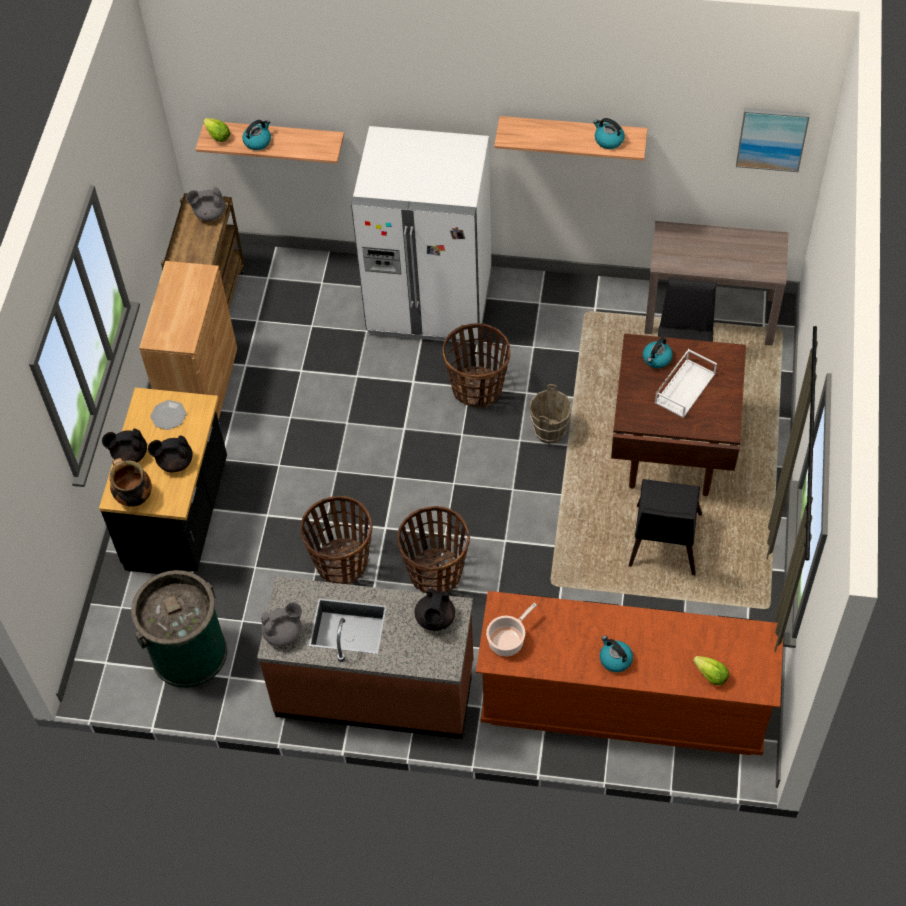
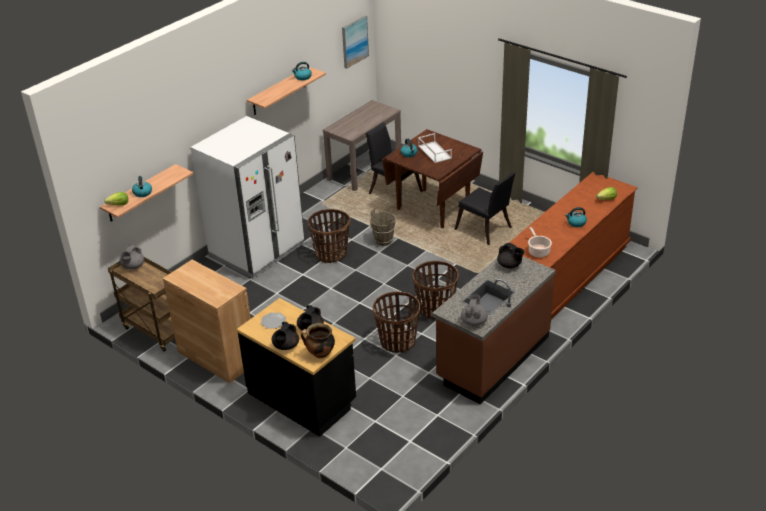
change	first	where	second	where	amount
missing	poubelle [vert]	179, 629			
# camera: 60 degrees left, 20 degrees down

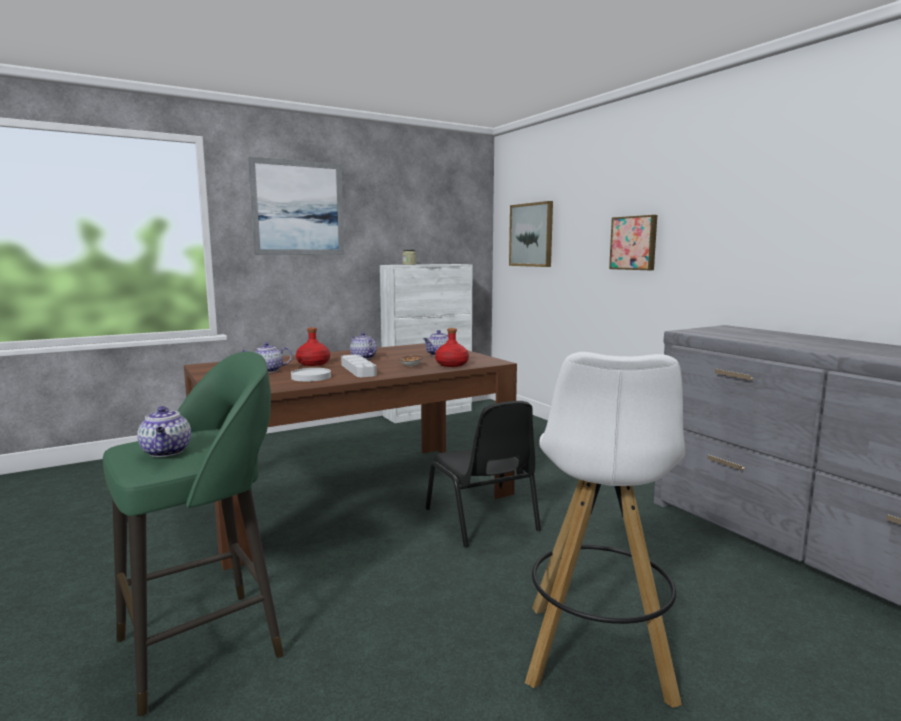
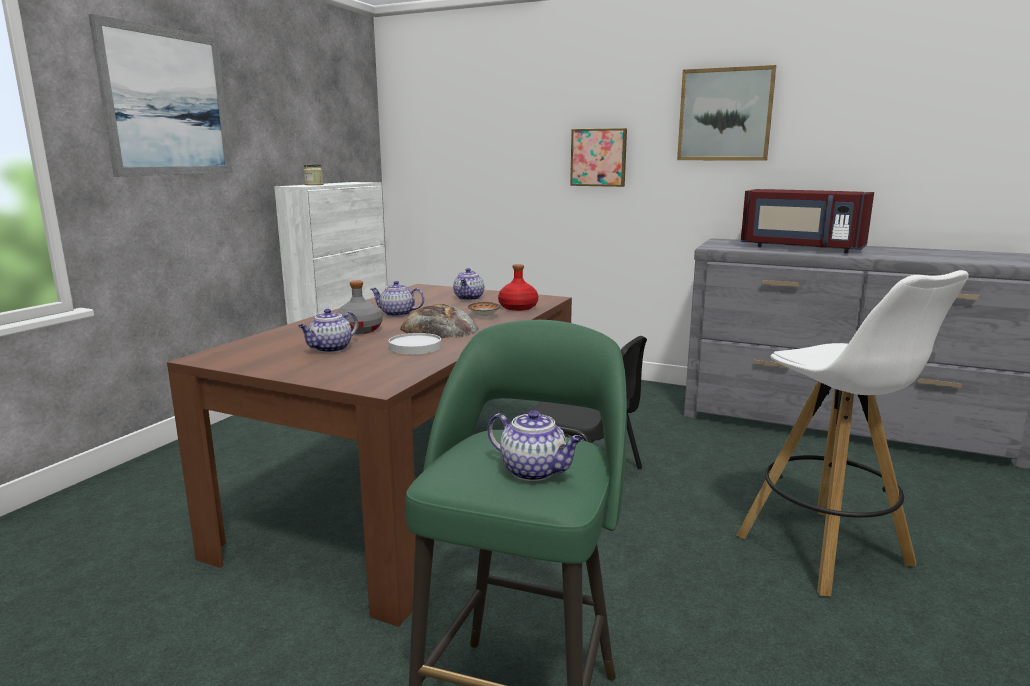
change	first	where	second	where	amount
appeared			micro-ondes [rouge]	807, 221	
relocated	tableau	531, 234		726, 113	
exchanged	plateau [gris]	359, 366	pain	439, 321	
colour	bouteille [rouge]	313, 346	bouteille [gris]	359, 307	
# camera: 35 degrees left, 5 degrees up

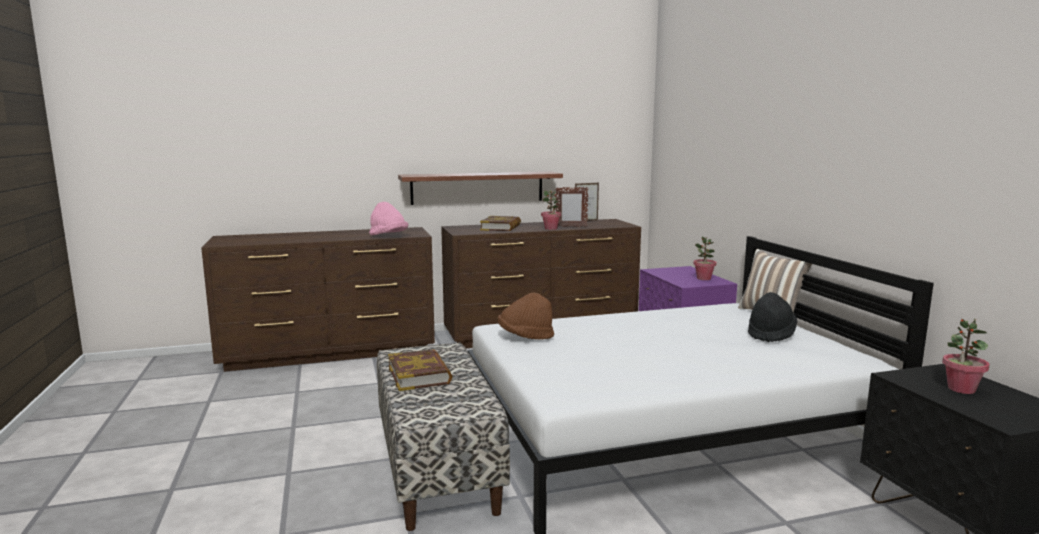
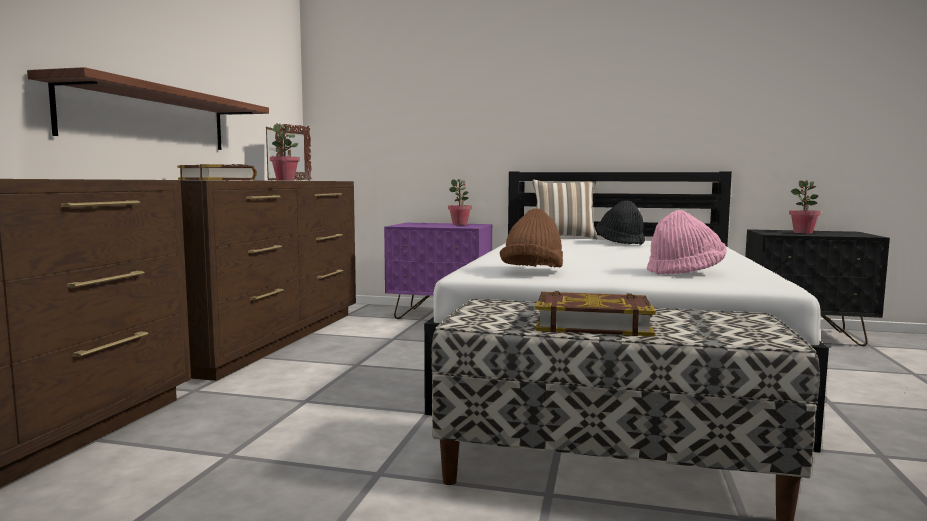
change	first	where	second	where	amount
relocated	chapeau [rose]	388, 218		686, 242	
# camera: 60 degrees left, 5 degrees down

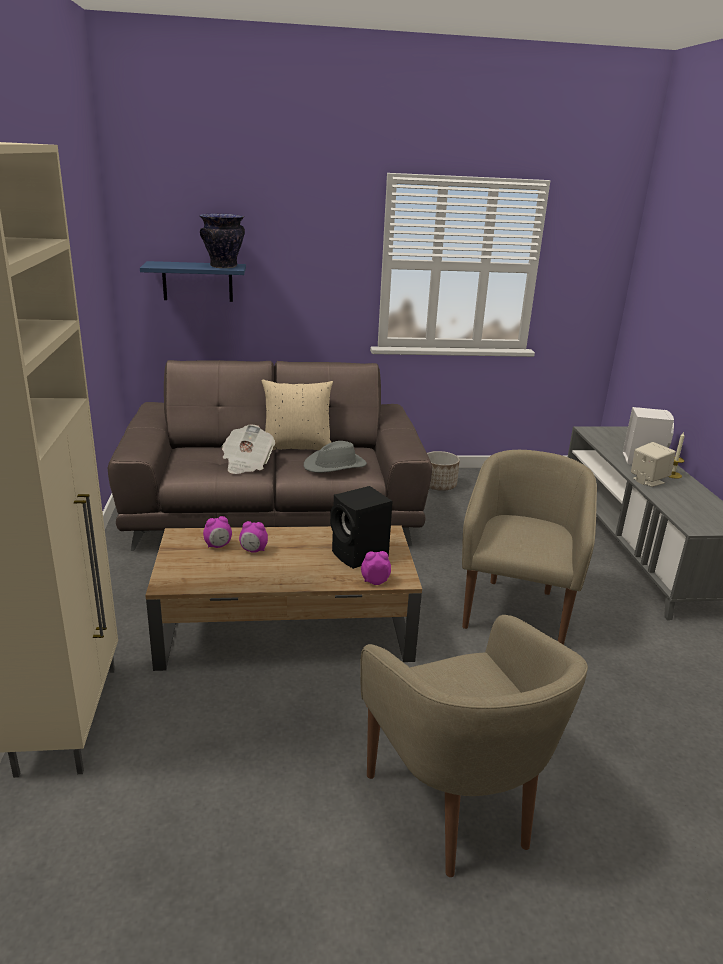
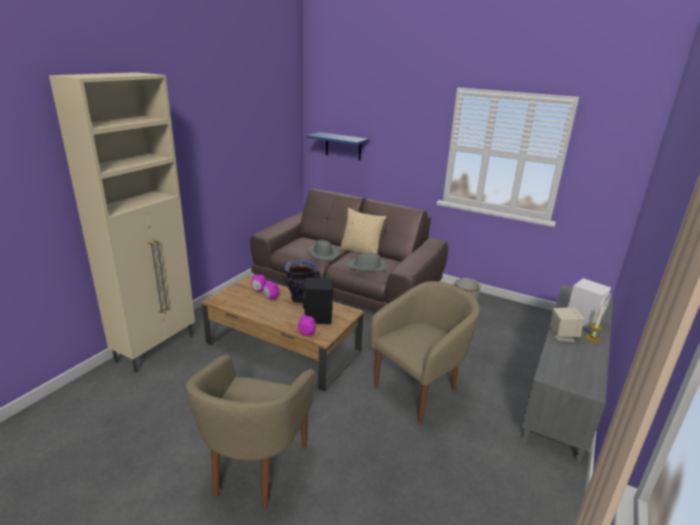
change	first	where	second	where	amount
relocated	vase	222, 241		301, 281	
exchanged	journal	248, 449	chapeau [gris]	323, 250	
# camera: 35 degrees right, 0 degrees up

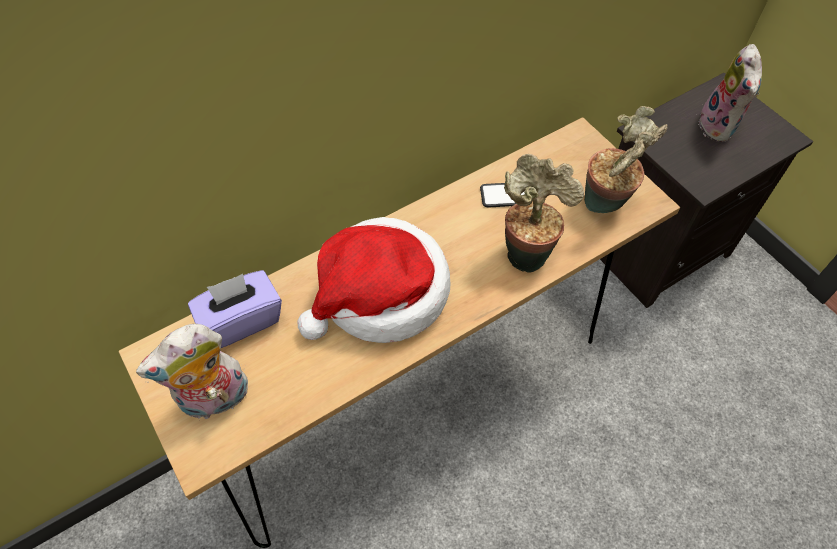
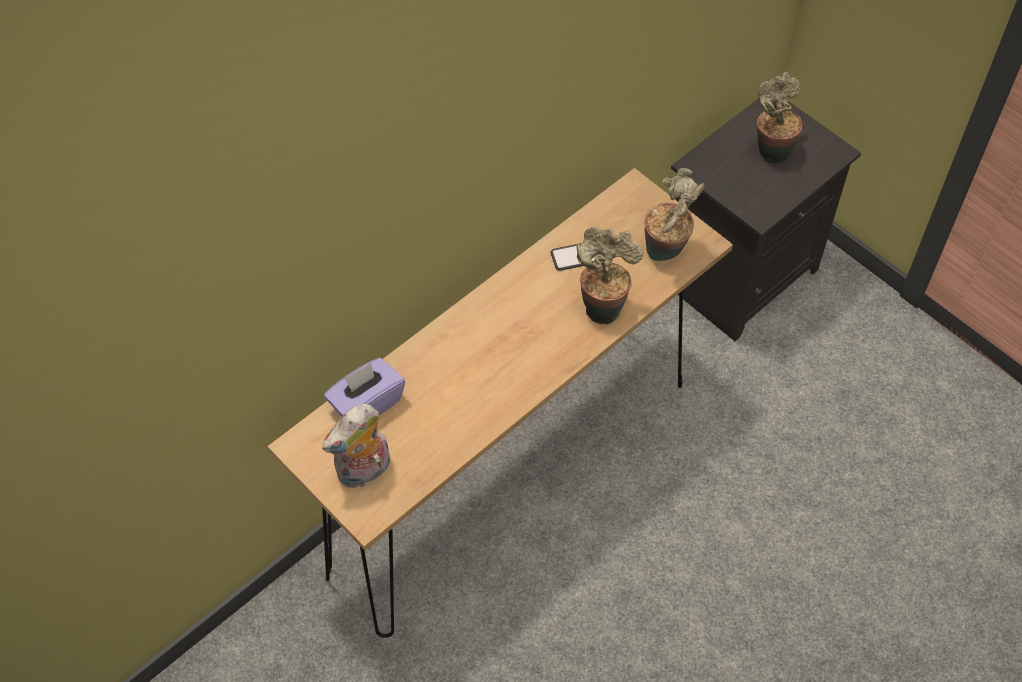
change	first	where	second	where	amount
missing	chapeau	373, 280			
exchanged	peluche	730, 93	plante en pot	779, 118	
# camera: 10 degrees left, 0 degrees up

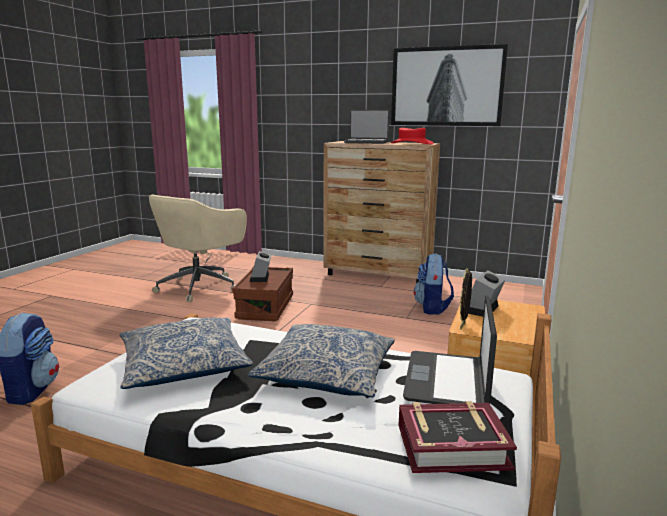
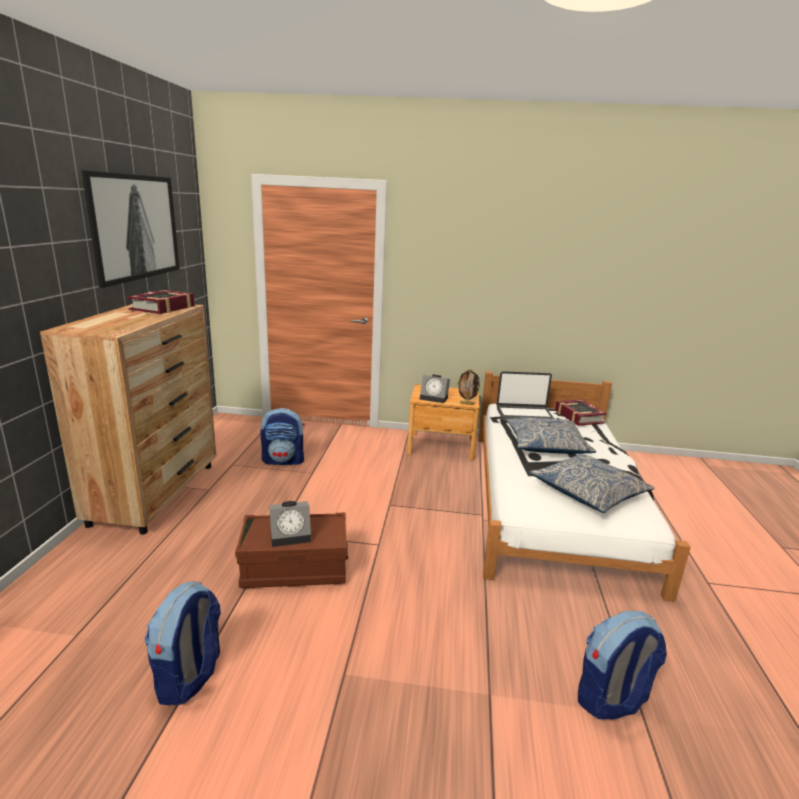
change	first	where	second	where	amount
missing	ordinateur portable	366, 127			
exchanged	chaise de bureau [beige]	198, 248	sac à dos	183, 643	
exchanged	chapeau [rouge]	412, 136	livre	161, 302	
# camera: 105 degrees left, 5 degrees up

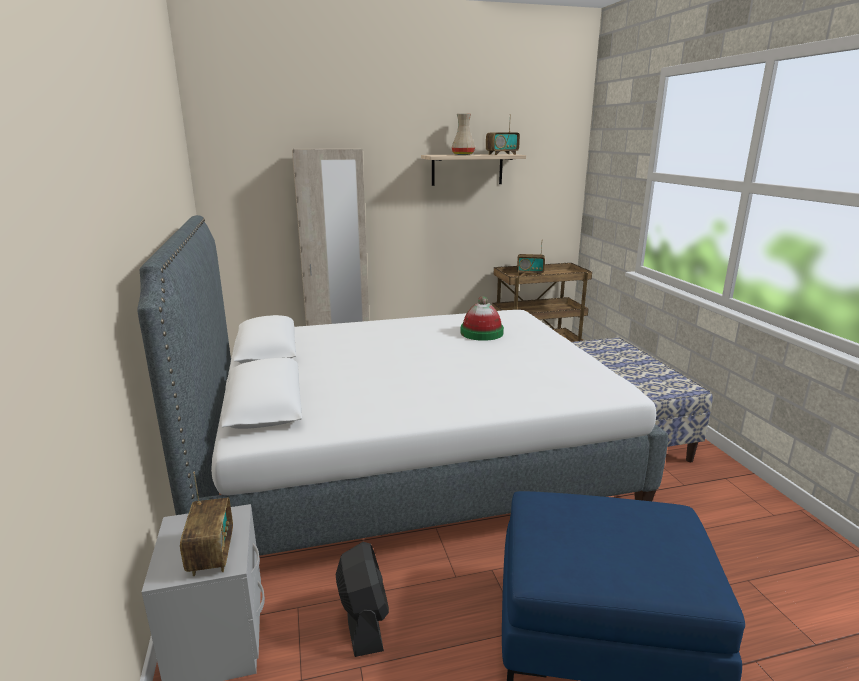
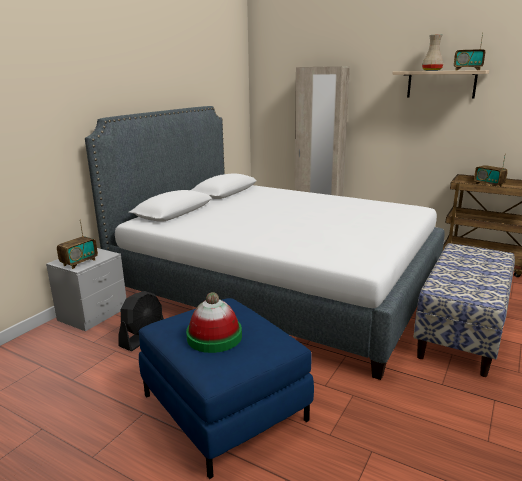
change	first	where	second	where	amount
relocated	chapeau	482, 318		214, 322	
# camera: 45 degrees right, 0 degrees up

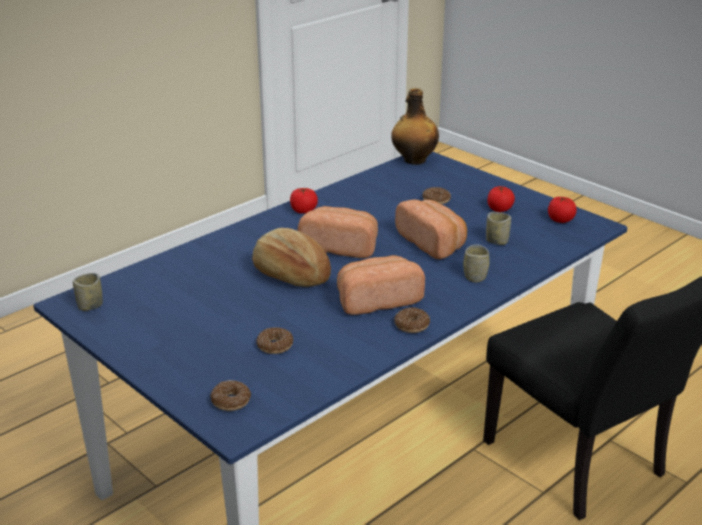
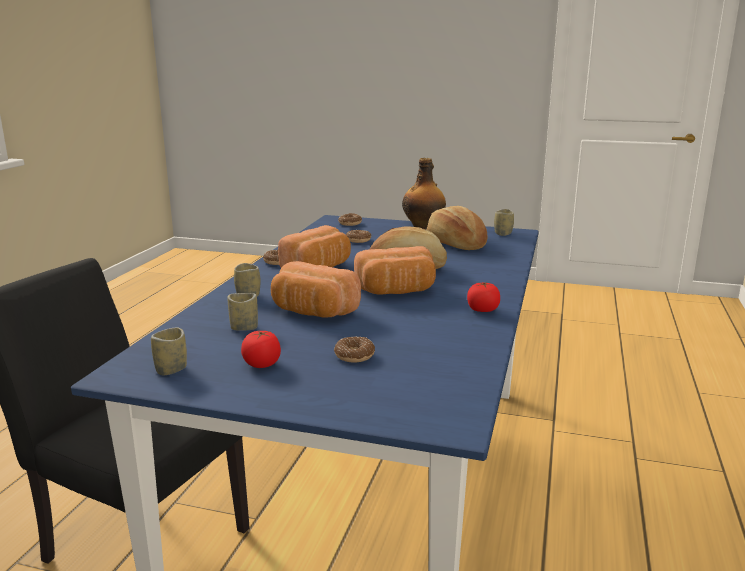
change	first	where	second	where	amount
appeared			pain	457, 228	
relocated	bouteille	415, 126		424, 194	
exchanged	tomate	562, 209	tasse	169, 351	
# camera: 150 degrees right, 10 degrees down

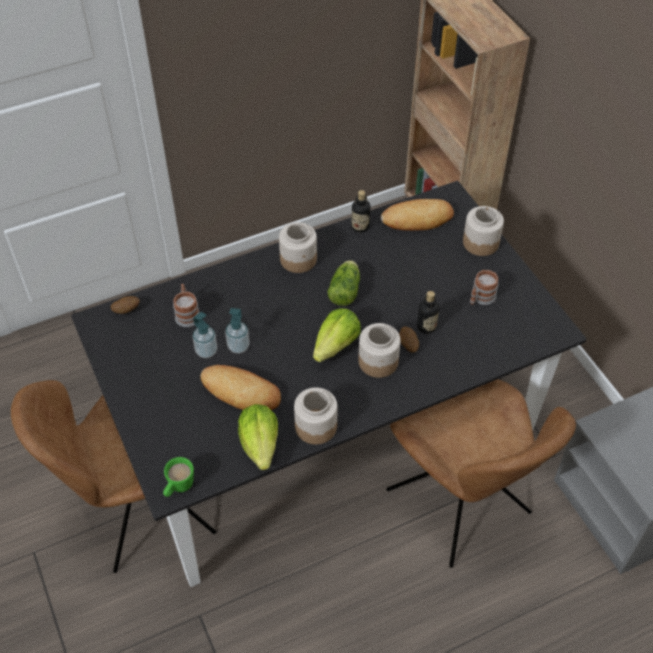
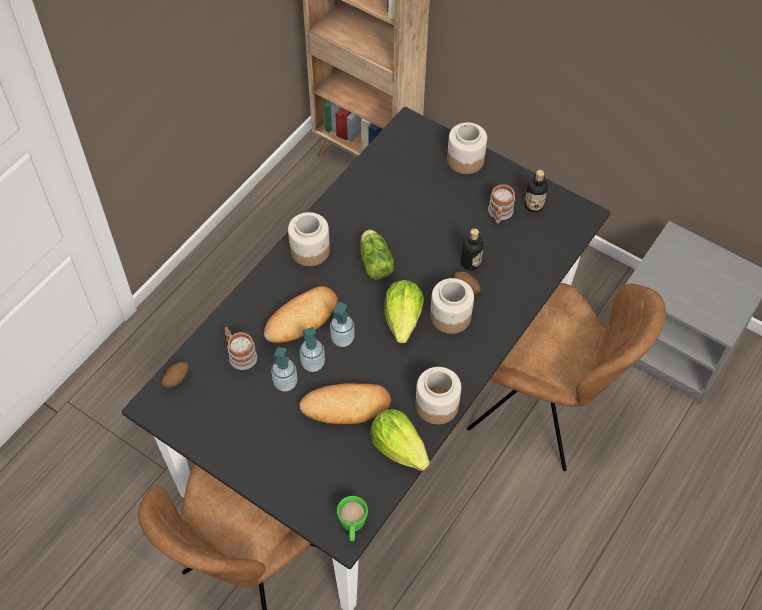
change	first	where	second	where	amount
appeared			distributeur de savon	342, 324	
relocated	bouteille	360, 211		536, 191	
relocated	pain	417, 215		301, 314	
# camera: 30 degrees left, 5 degrees up

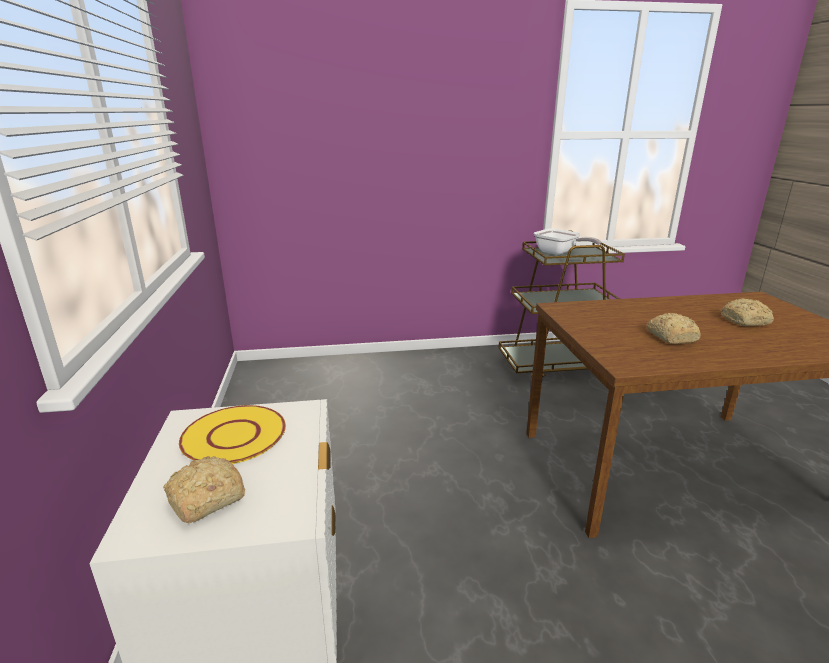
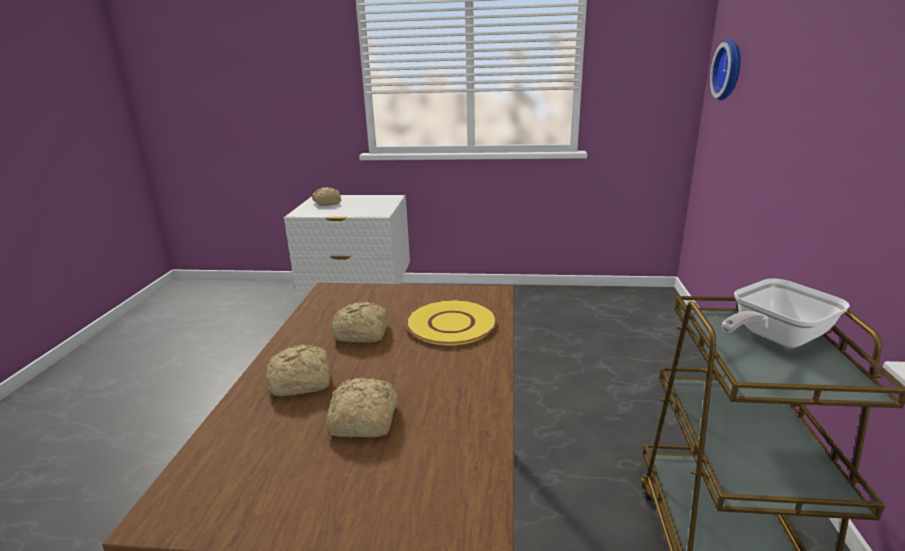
change	first	where	second	where	amount
appeared			pain	298, 370	
appeared			horloge murale	725, 70	
relocated	assiette [jaune]	232, 434		451, 322	
# camera: 105 degrees right, 0 degrees up

